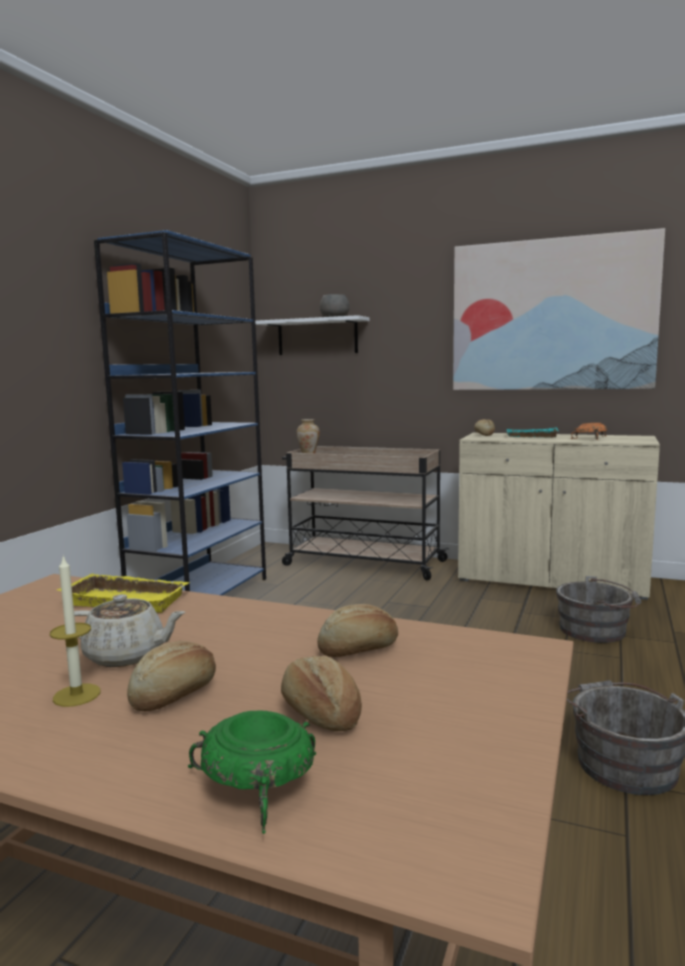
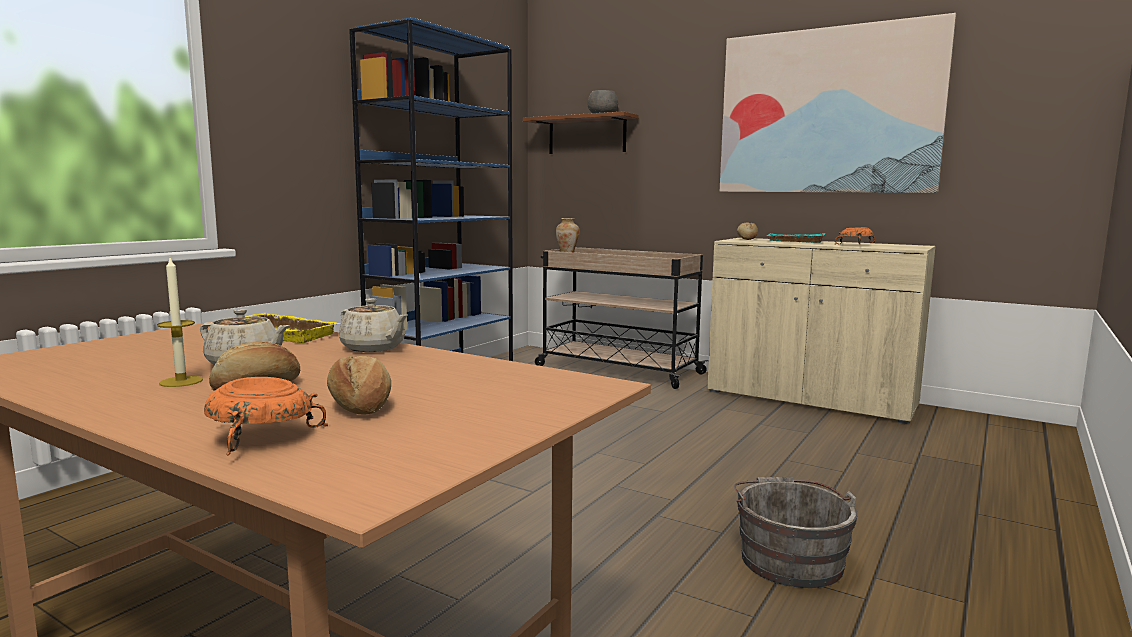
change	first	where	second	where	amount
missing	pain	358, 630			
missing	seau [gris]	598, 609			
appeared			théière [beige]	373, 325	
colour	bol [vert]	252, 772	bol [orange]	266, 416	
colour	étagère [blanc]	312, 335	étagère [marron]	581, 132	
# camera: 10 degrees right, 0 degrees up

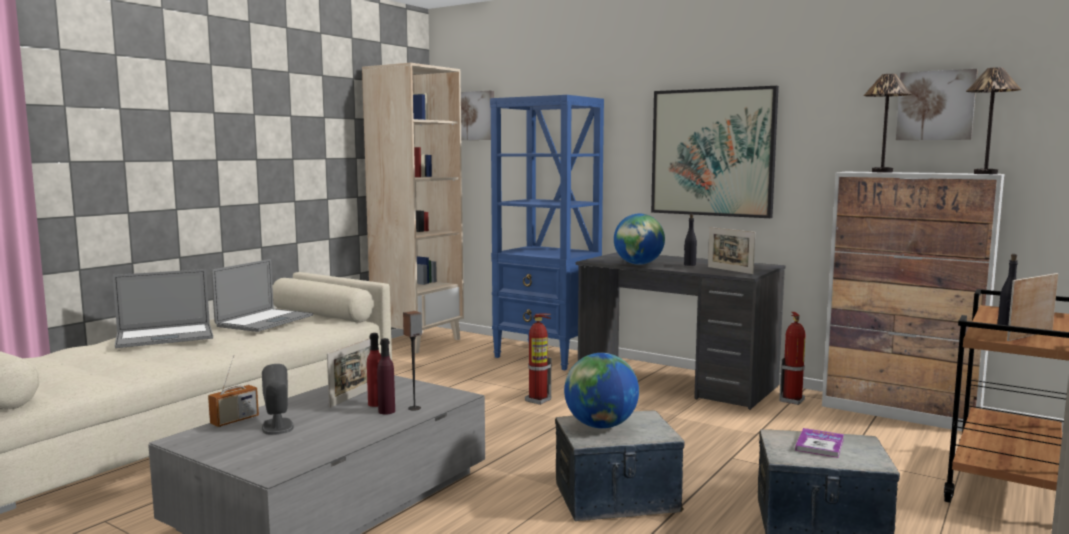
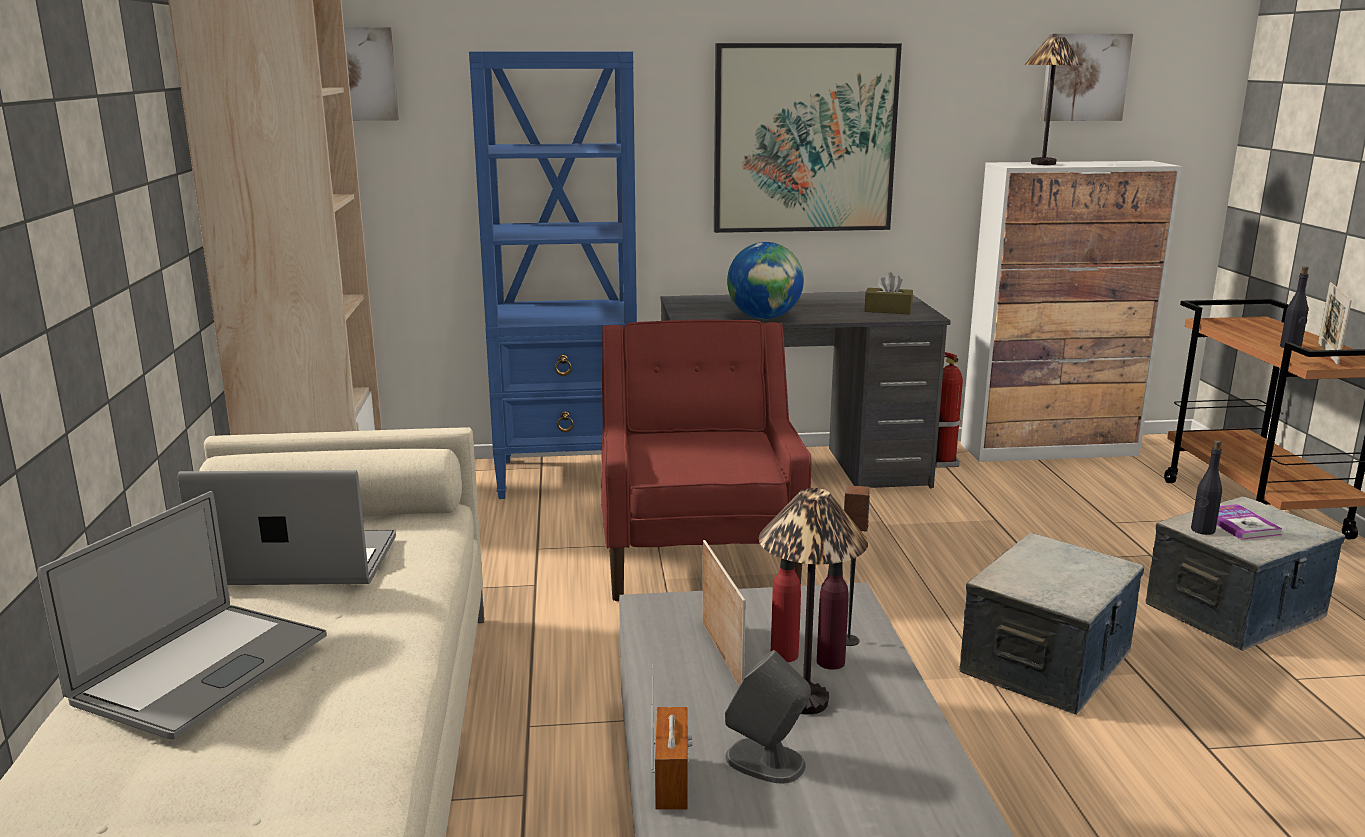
change	first	where	second	where	amount
missing	globe	601, 391			
relocated	bouteille [noir]	690, 240		1206, 487	
relocated	lampe de table	993, 120		813, 601	
exchanged	extincteur	538, 359	fauteuil [rouge]	706, 460	
exchanged	cadre photo	731, 250	boîte à mouchoirs [marron]	889, 293	
spun	ordinateur portable	262, 295		287, 527	75 degrees counterclockwise
# camera: 40 degrees left, 10 degrees up

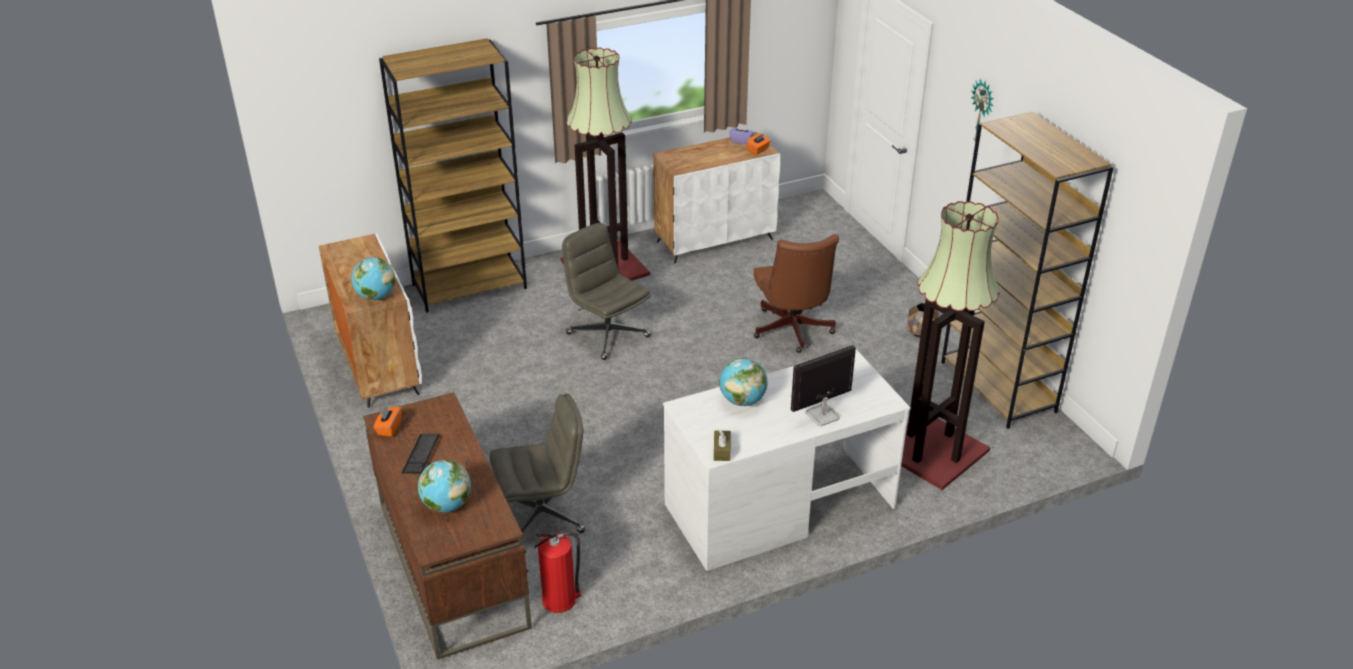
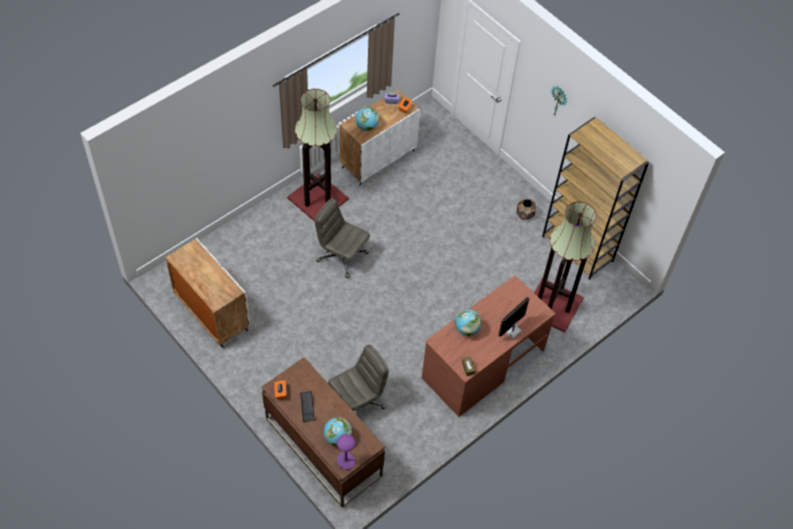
change	first	where	second	where	amount
missing	bibliothèque [marron]	453, 175			
missing	extincteur	557, 572			
missing	chaise de bureau [marron]	796, 293			
appeared			lampe de table [violet]	346, 451	
relocated	globe	373, 278		367, 119	
colour	bureau [blanc]	787, 460	bureau [marron]	489, 346	
# camera: 20 degrees left, 20 degrees up

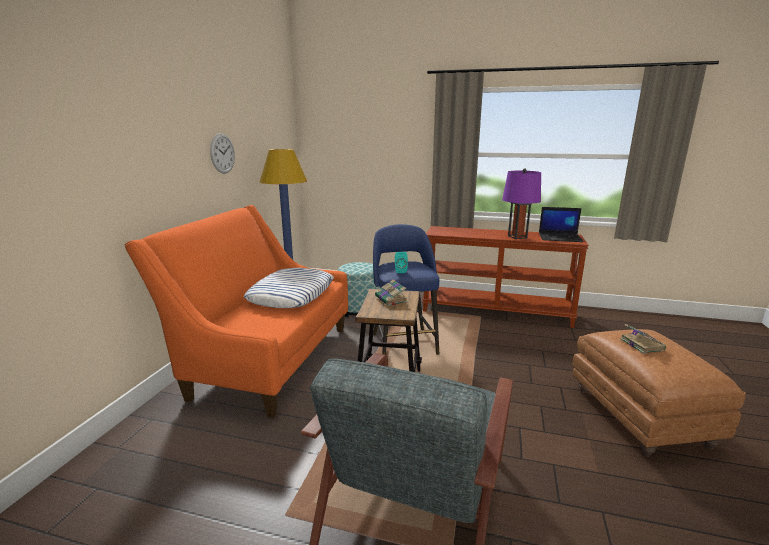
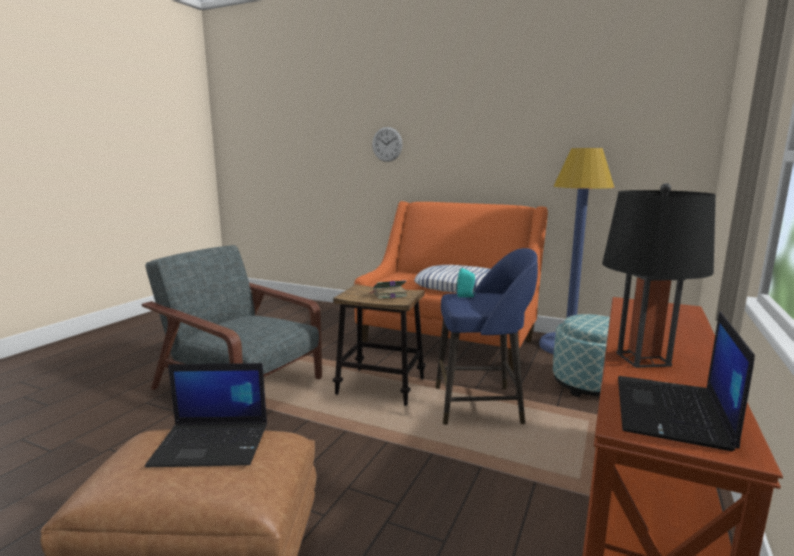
change	first	where	second	where	amount
relocated	horloge murale	222, 153		387, 144	
exchanged	livre	643, 339	ordinateur portable	206, 415	
colour	lampe de table [violet]	521, 203	lampe de table [noir]	659, 275	
# camera: 100 degrees right, 5 degrees down

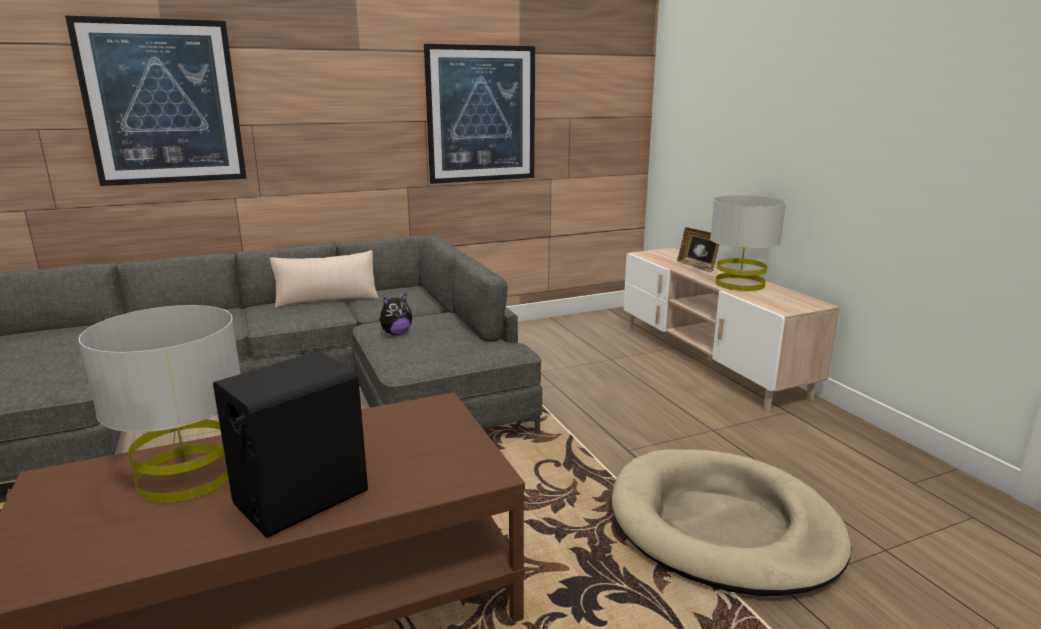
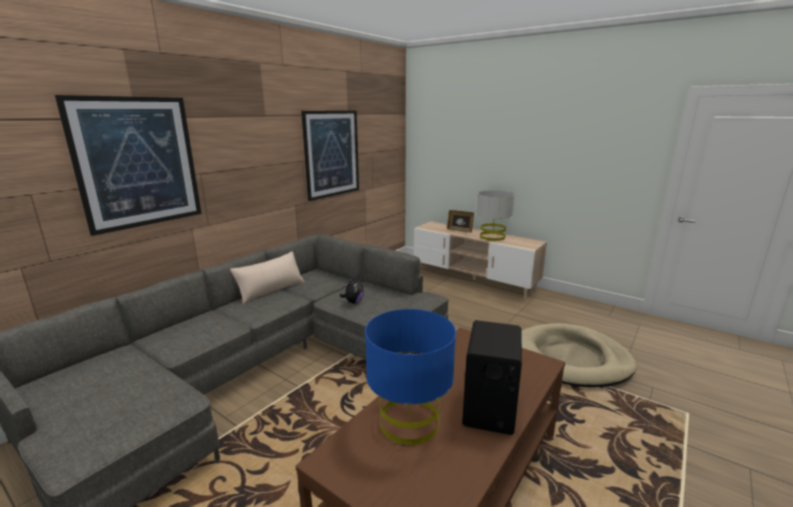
change	first	where	second	where	amount
colour	lampe de table [gris]	159, 404	lampe de table [bleu]	410, 377	
# camera: 30 degrees left, 0 degrees up

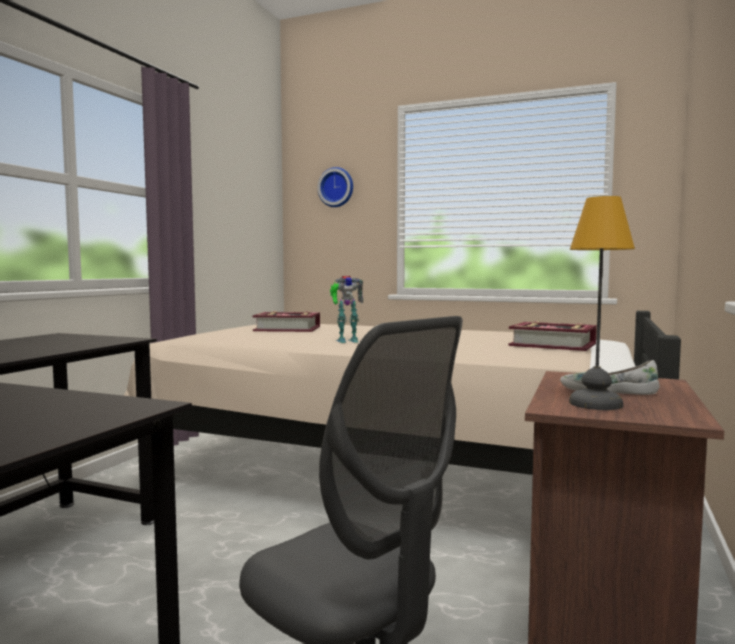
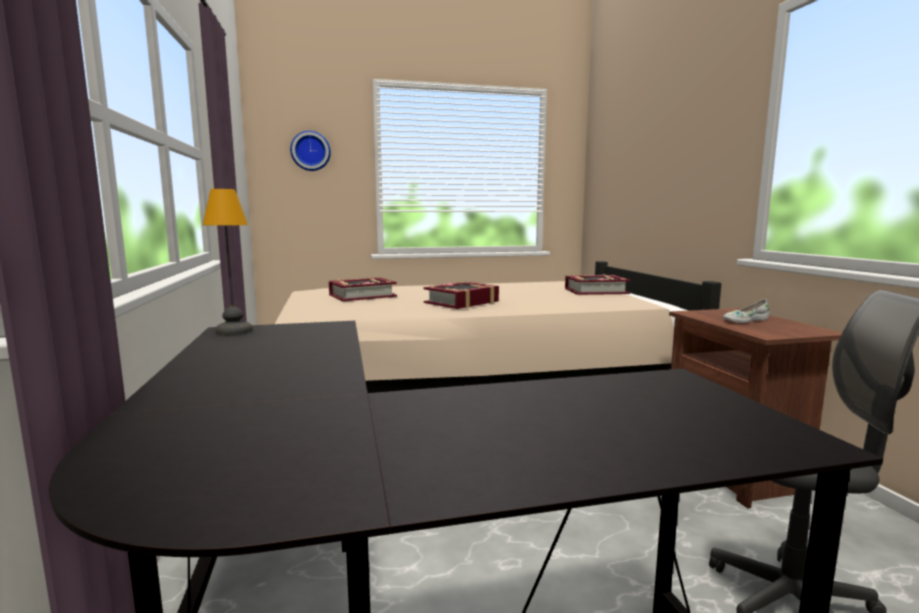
change	first	where	second	where	amount
relocated	lampe de table	602, 303		228, 262	
exchanged	robot jouet	346, 309	livre	461, 295	
# camera: 35 degrees left, 5 degrees up

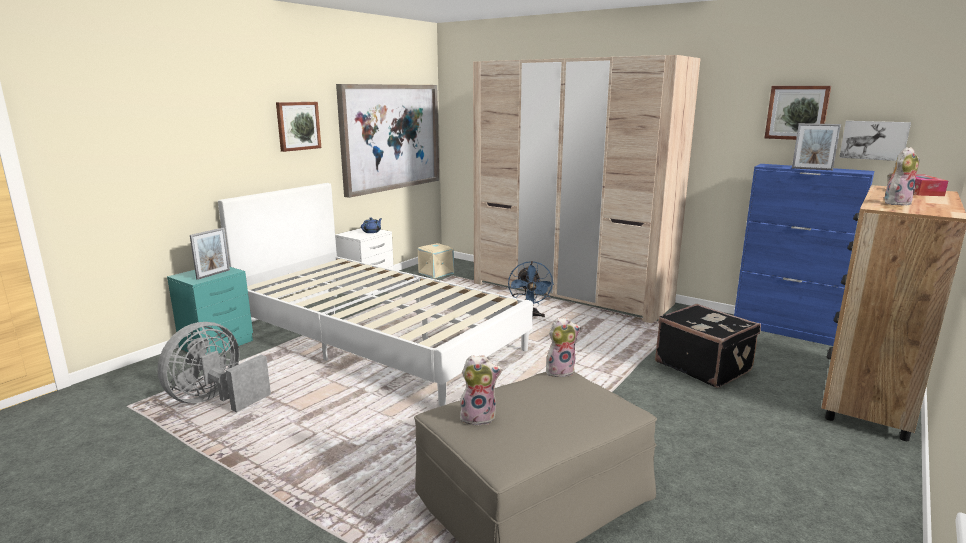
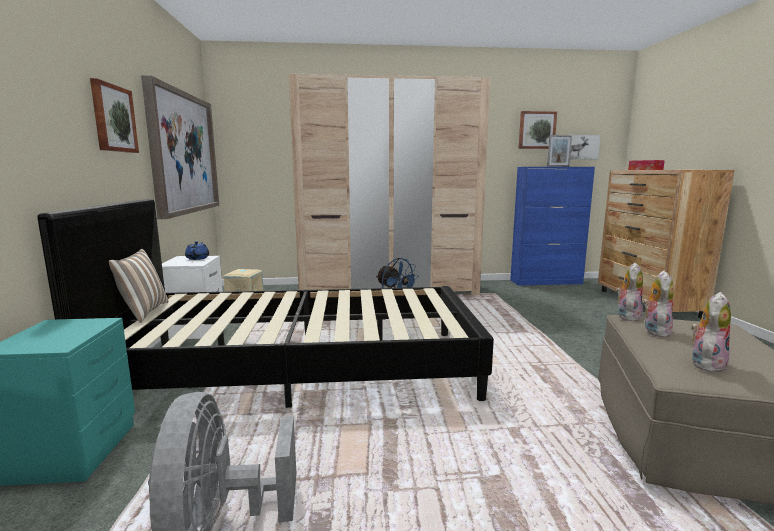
change	first	where	second	where	amount
missing	cadre photo	210, 254			
missing	valise [noir]	708, 346			
appeared			coussin	138, 286	
relocated	peluche	901, 176		658, 303	
colour	lit [blanc]	375, 294	lit [noir]	266, 303	
# camera: 40 degrees left, 5 degrees down

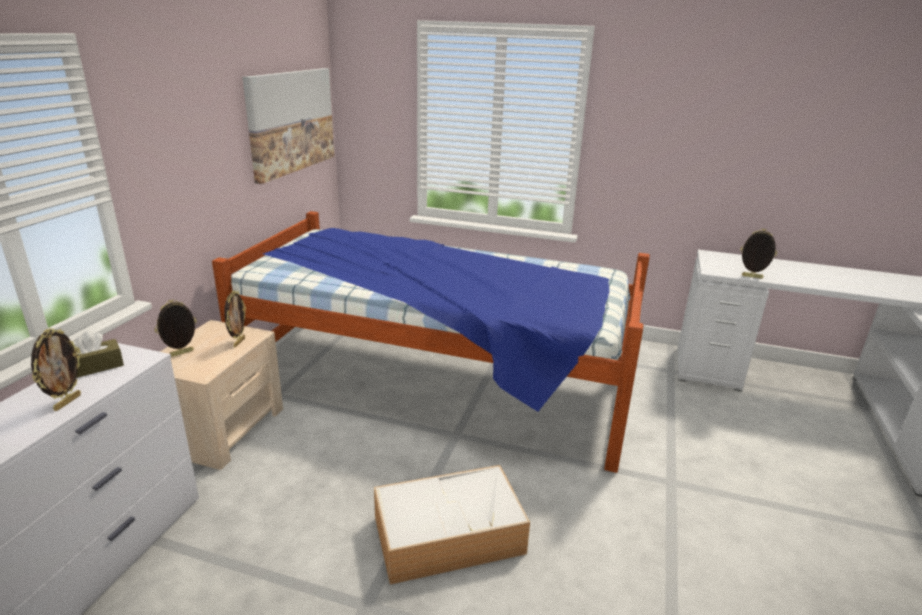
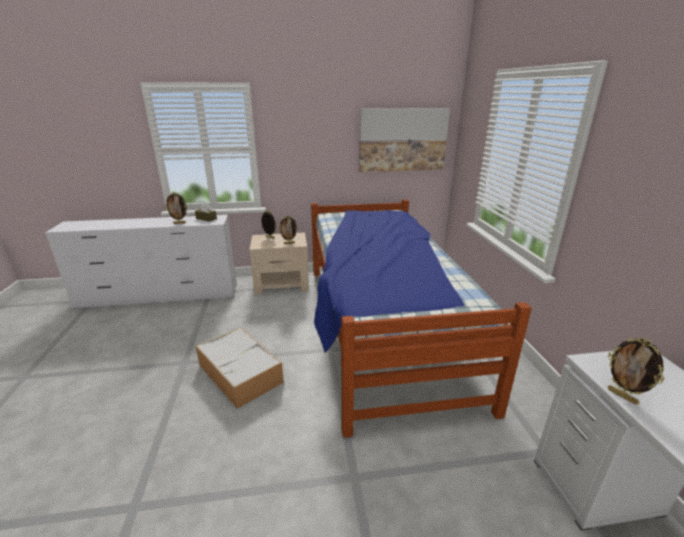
change	first	where	second	where	amount
spun	cadre photo	758, 254		636, 371	150 degrees clockwise
# camera: 65 degrees right, 0 degrees up

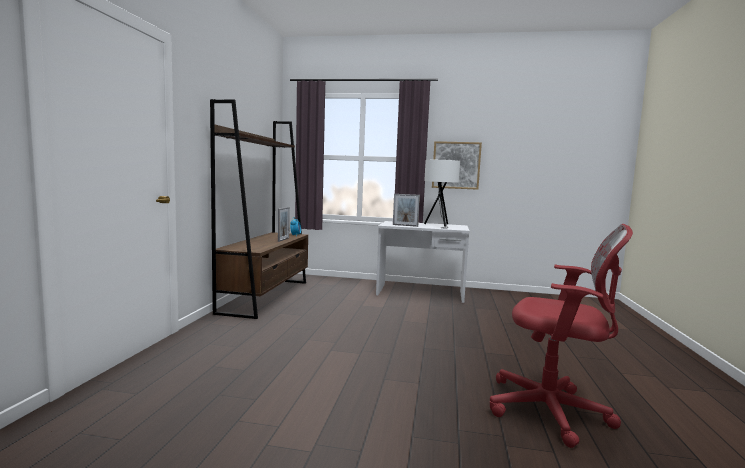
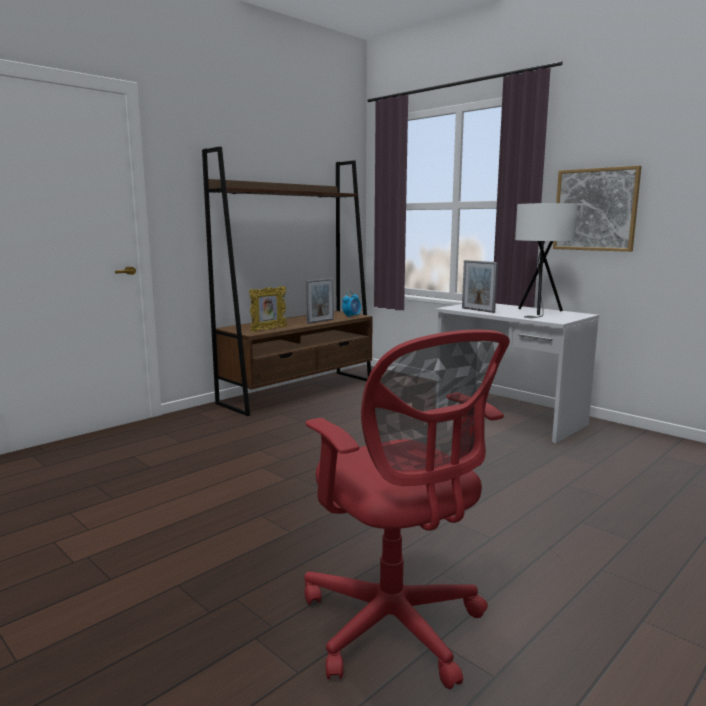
change	first	where	second	where	amount
appeared			cadre photo	268, 309	
# camera: 35 degrees right, 5 degrees up

